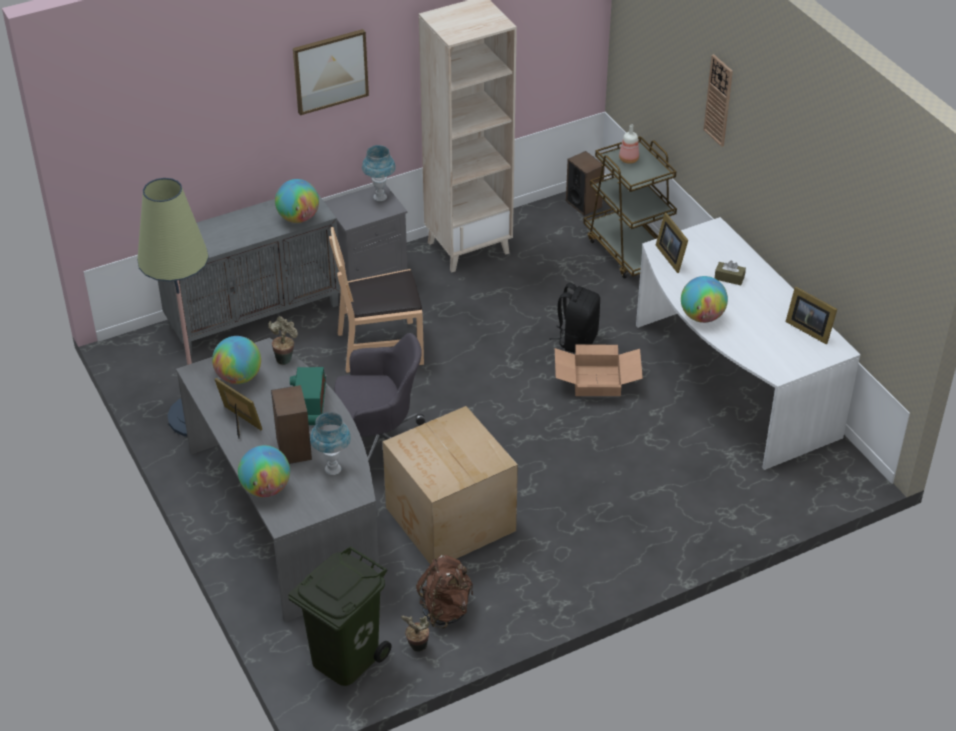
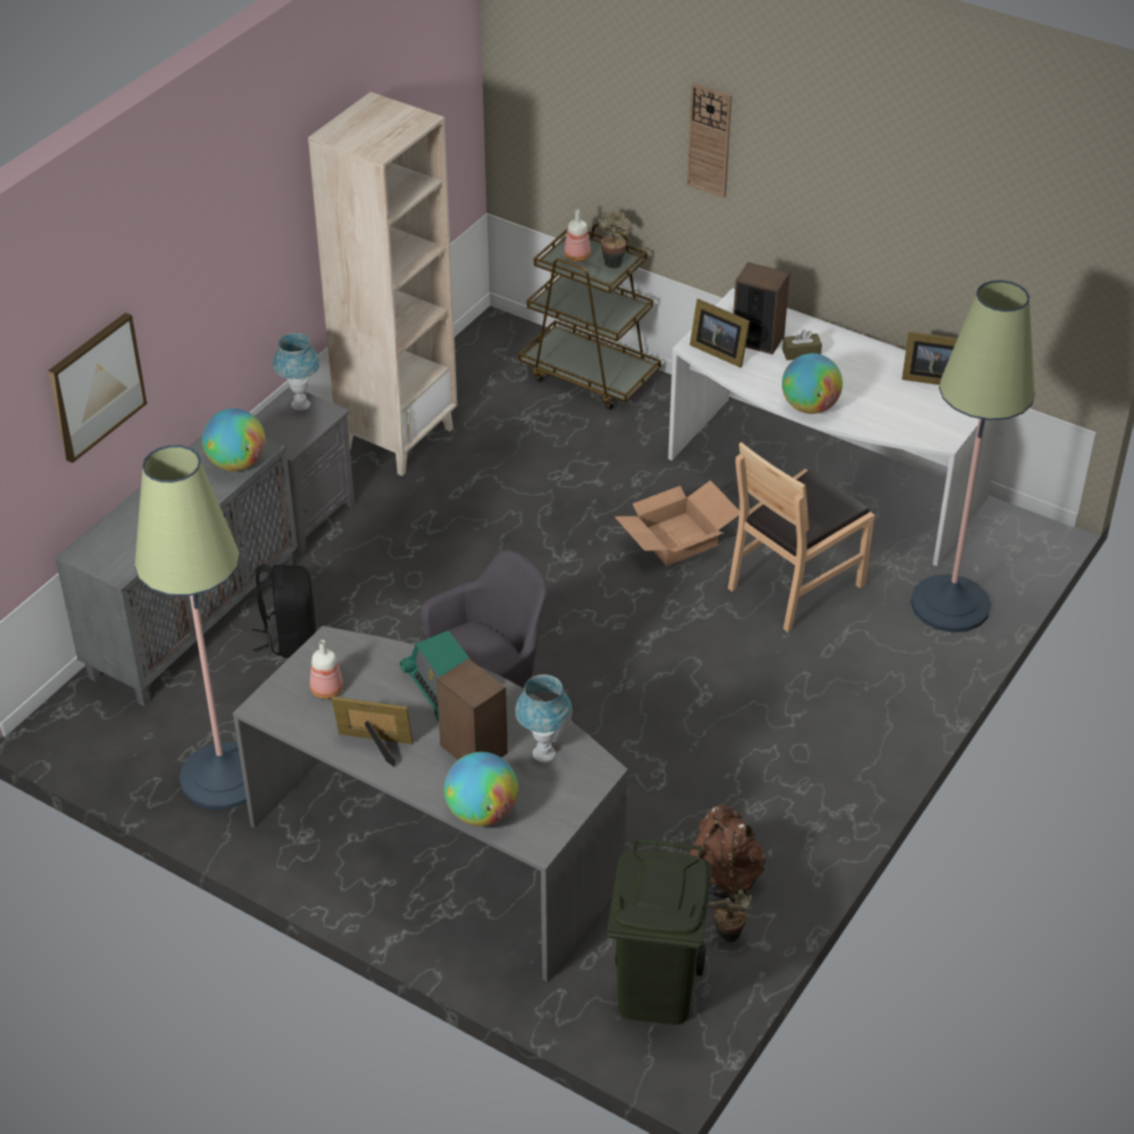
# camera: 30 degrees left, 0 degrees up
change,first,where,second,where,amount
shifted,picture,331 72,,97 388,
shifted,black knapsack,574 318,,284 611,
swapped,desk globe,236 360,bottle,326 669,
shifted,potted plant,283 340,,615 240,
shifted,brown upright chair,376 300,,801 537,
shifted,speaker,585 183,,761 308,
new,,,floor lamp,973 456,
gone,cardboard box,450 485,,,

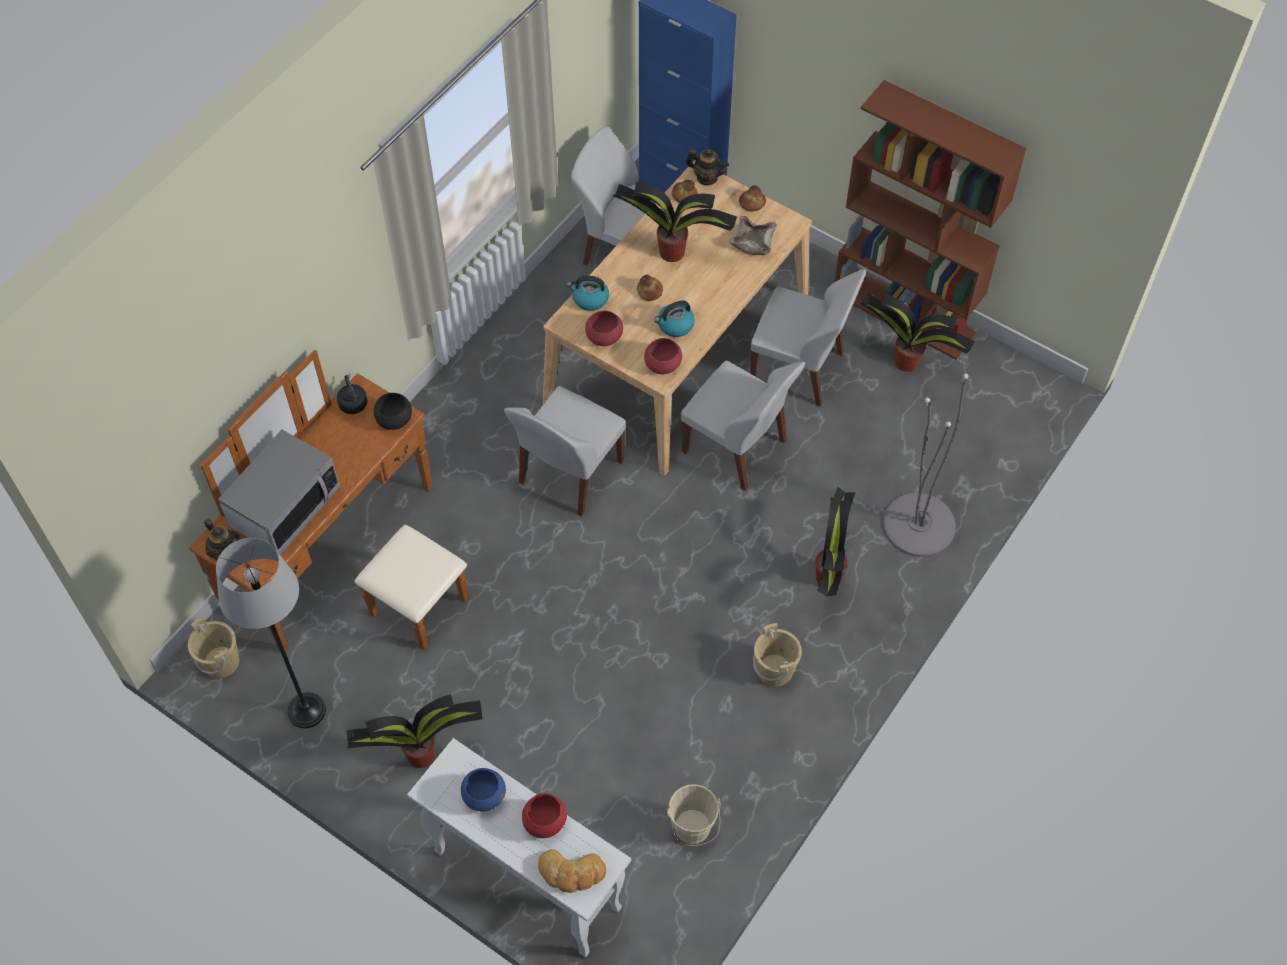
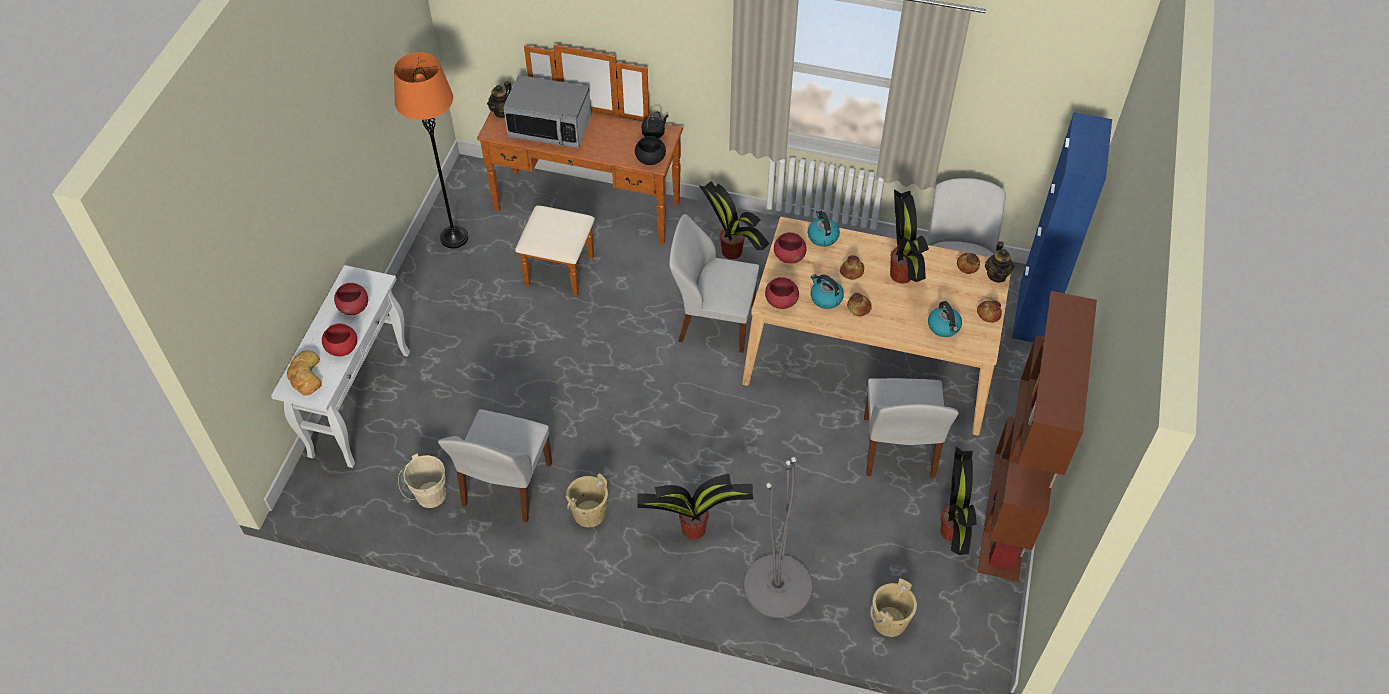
# camera: 70 degrees right, 5 degrees down
change,first,where,second,where,amount
repainted,bluish deep dish,483 789,red-coloured deep dish,351 299,
repainted,gray floor lamp,271 633,orange floor lamp,431 150,
shifted,whitish upright chair,743 426,,495 465,
shifted,potted plant,414 731,,734 220,
new,,,bread,859 304,
shifted,beige pail,213 647,,893 607,
swapped,beige deep dish,753 235,water kettle,945 319,

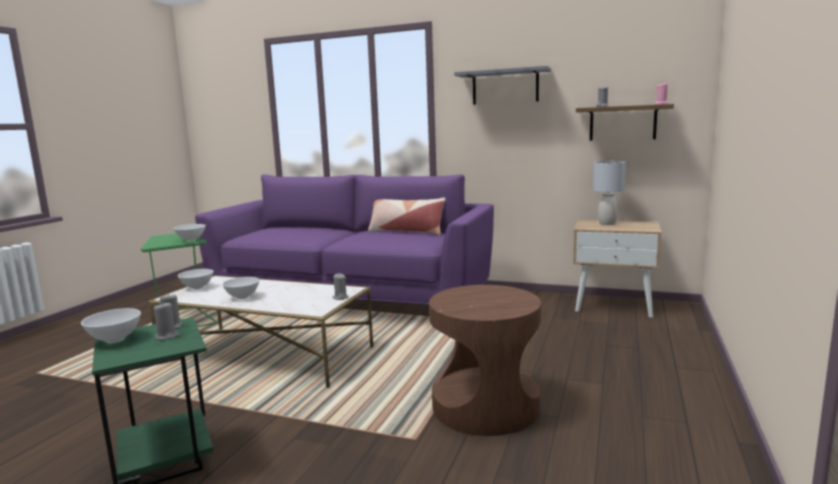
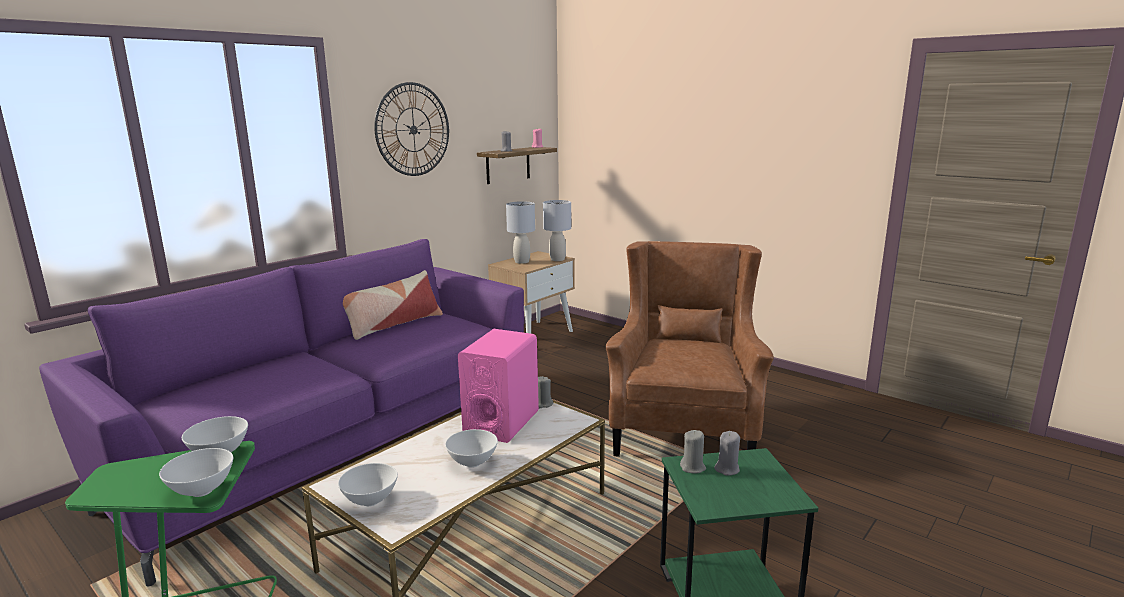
# camera: 70 degrees left, 5 degrees up
change,first,where,second,where,amount
shifted,whitish deep dish,111 325,,196 472,
swapped,gray wall shelf,502 85,hanging clock,411 129,
new,,,pinkish speaker,498 386,
new,,,gray table lamp,557 230,
swapped,brown end table,485 360,brown easy chair,689 349,

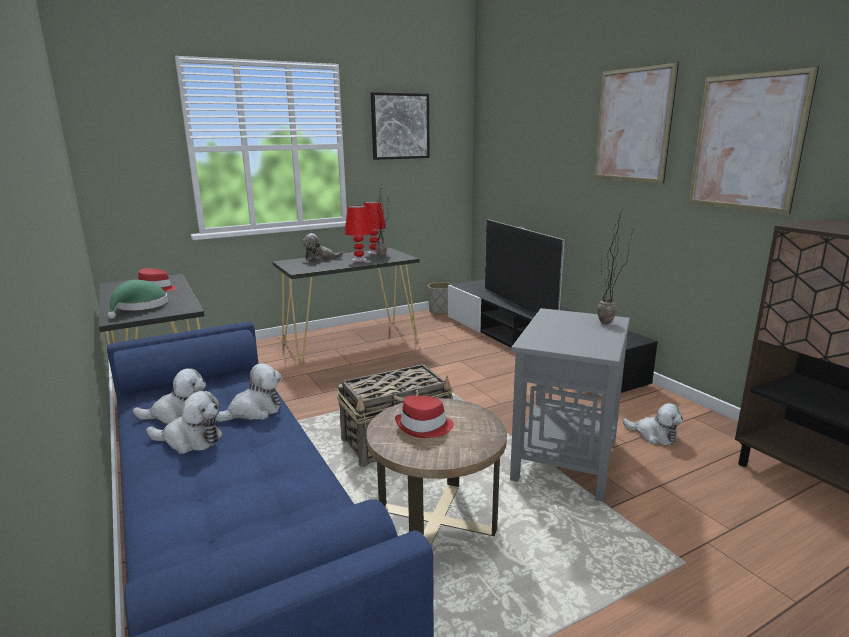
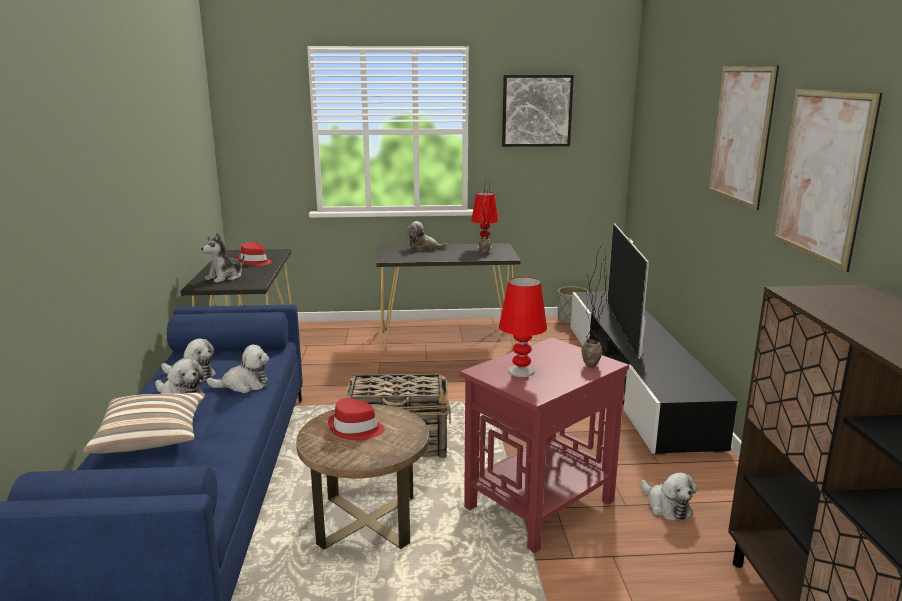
# camera: 25 degrees right, 0 degrees up
change,first,where,second,where,amount
new,,,pillow,144 423,
swapped,greenish hat,138 299,plush toy,223 257,
repainted,gray end table,570 405,red-coloured end table,544 445,
shifted,red-coloured table lamp,358 233,,523 327,

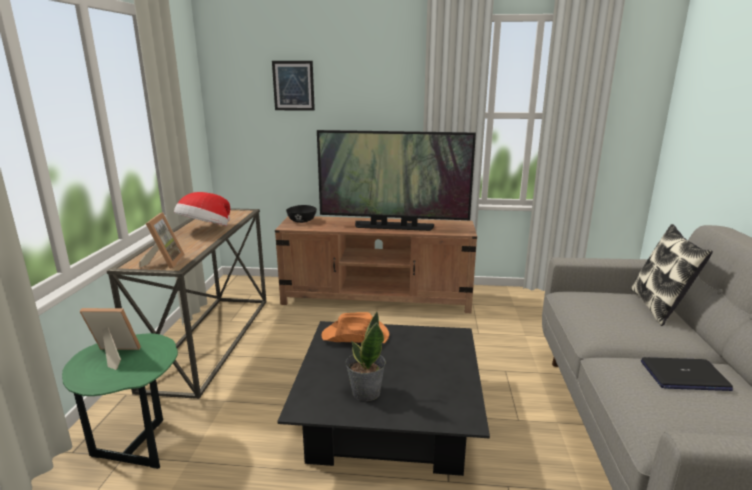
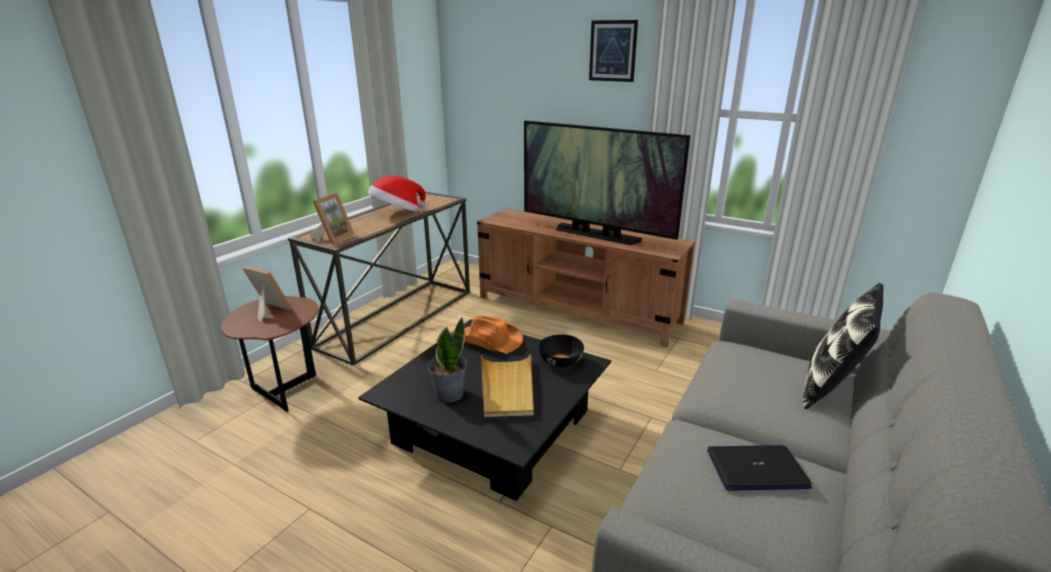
# camera: 25 degrees right, 5 degrees up
change,first,where,second,where,amount
repainted,greenish end table,120 401,brown end table,270 354,
new,,,beige carrying tray,507 385,
shifted,black deep dish,301 214,,561 351,
shifted,picture,293 86,,613 51,
rotated,portable computer,687 374,,759 468,150 degrees clockwise

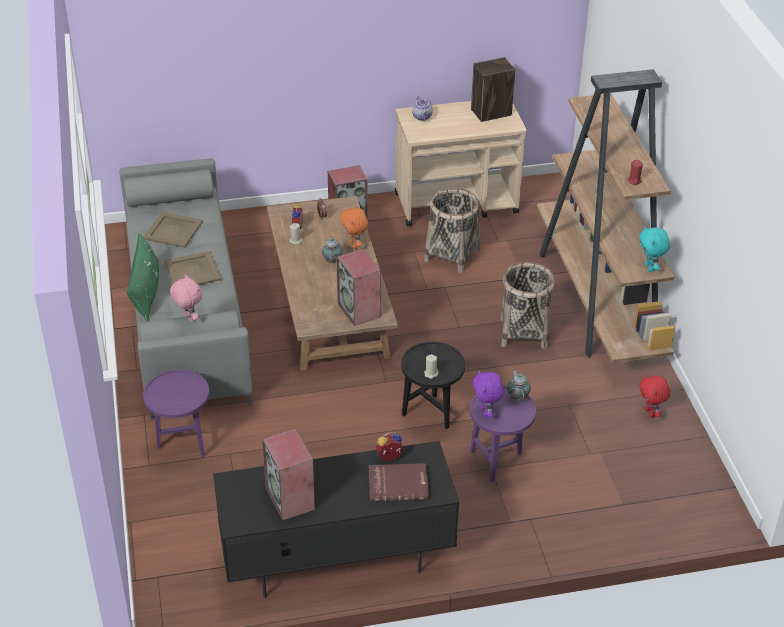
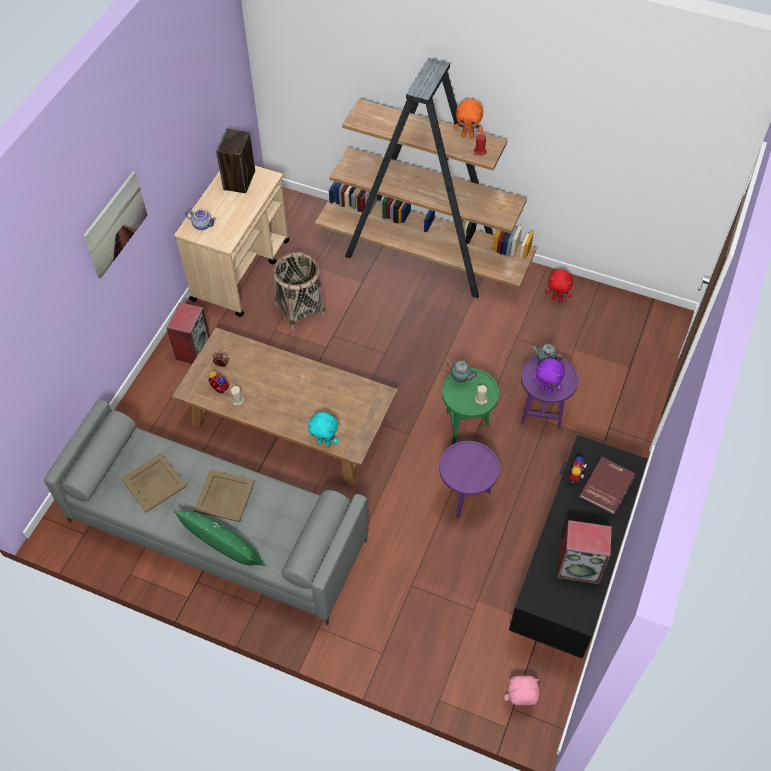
# camera: 55 degrees left, 15 degrees up
change,first,where,second,where,amount
new,,,picture,115 224,
shifted,turquoise plush toy,654 249,,323 429,
shifted,purplish end table,176 413,,469 480,
repainted,black end table,433 385,greenish end table,470 406,
shifted,teapot,332 249,,462 372,
shifted,orange plush toy,354 228,,468 118,
shifted,pinkish plush toy,186 298,,521 690,
gone,speaker,359 287,,,
gone,storage basket,527 305,,,

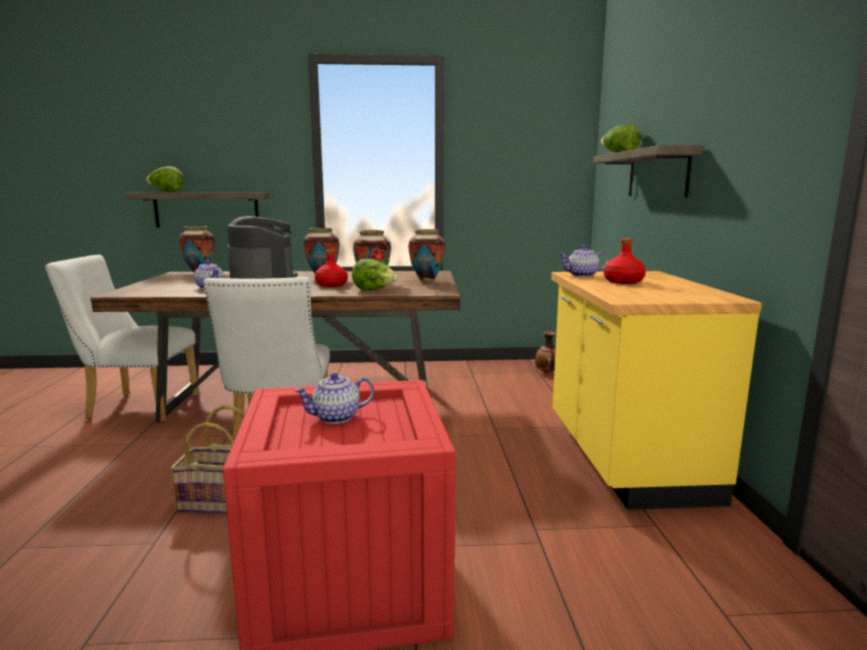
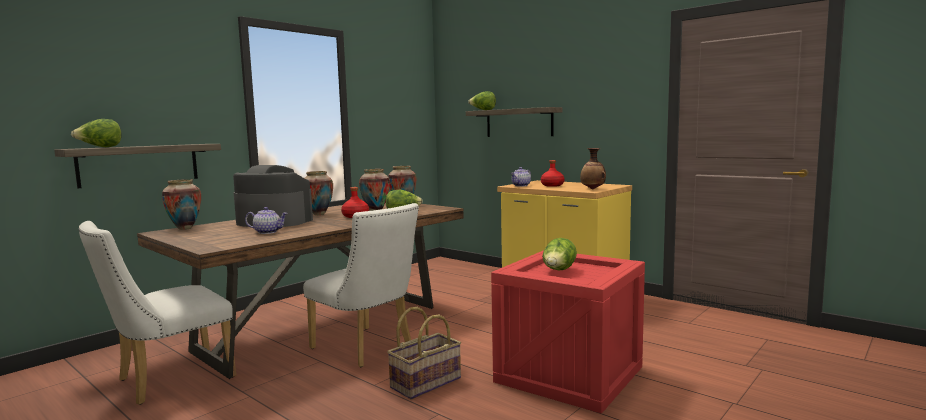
# camera: 45 degrees left, 5 degrees down
change,first,where,second,where,amount
swapped,teapot,334 398,lettuce,559 254,
shifted,decorative vase,545 352,,593 168,

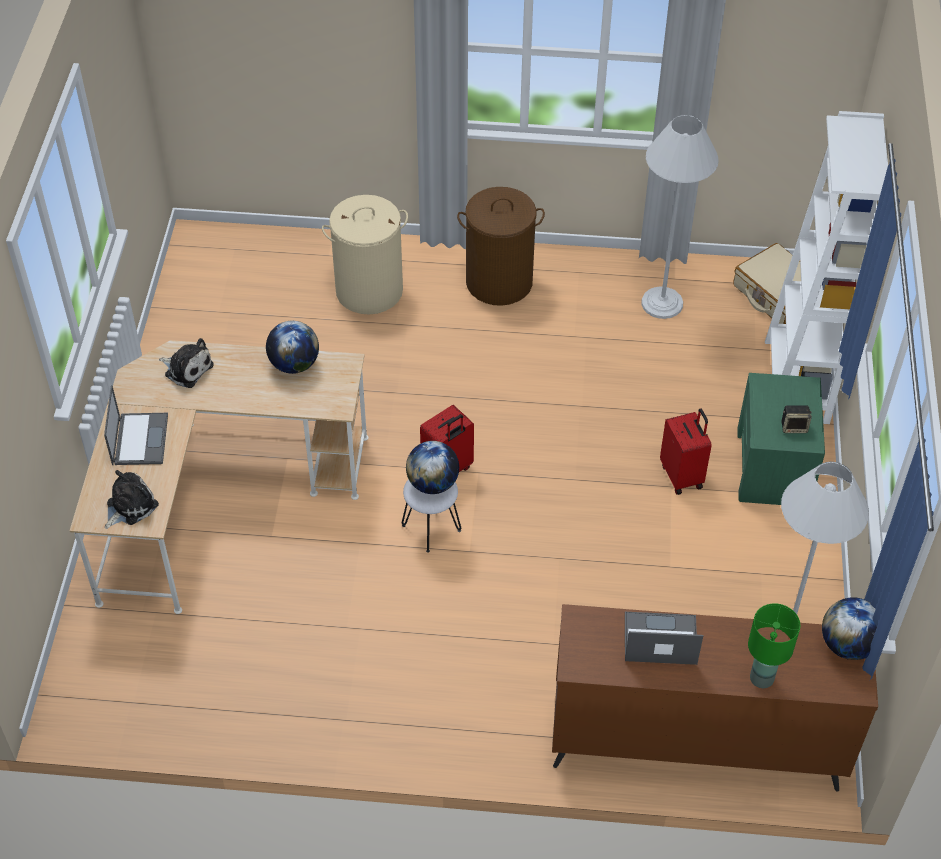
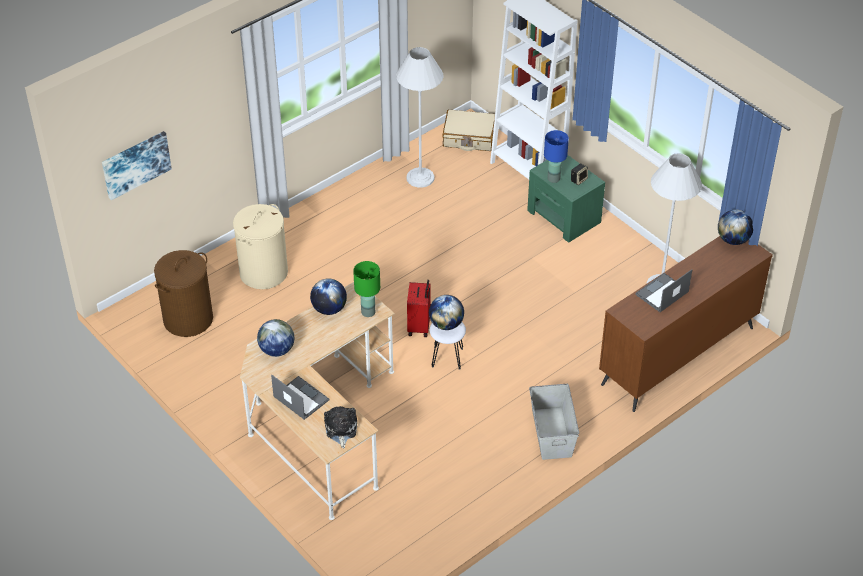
# camera: 45 degrees left, 5 degrees down
change,first,where,second,where,amount
new,,,picture,137 165,
shifted,brown hamper,501 246,,183 293,
swapped,plush toy,186 363,desk globe,275 338,
shifted,greenish table lamp,774 645,,366 289,
new,,,gray storage container,554 422,
new,,,bluish table lamp,556 156,
gone,red-coloured suitcase,686 451,,,

